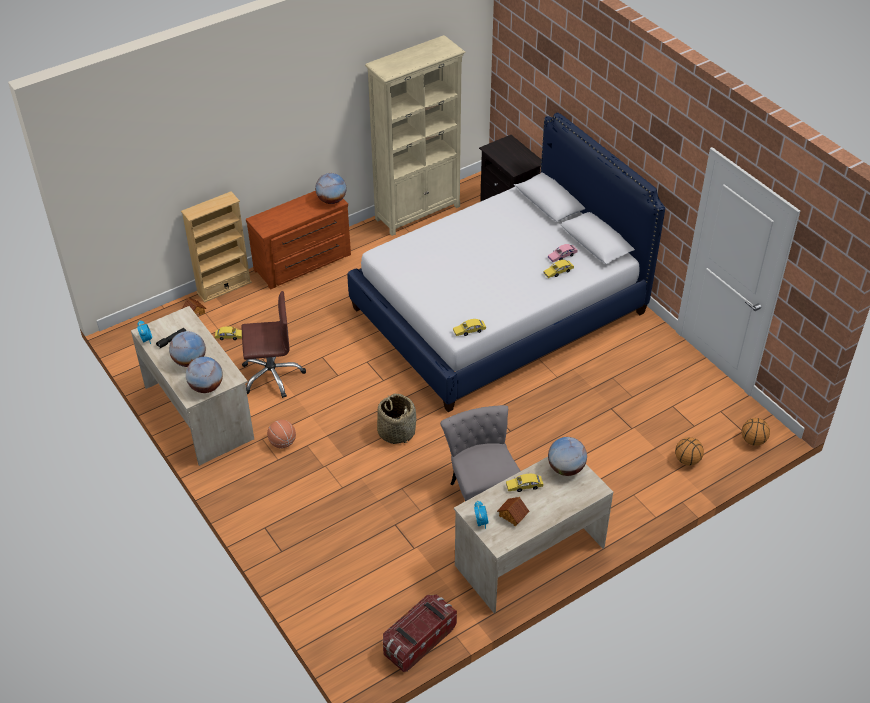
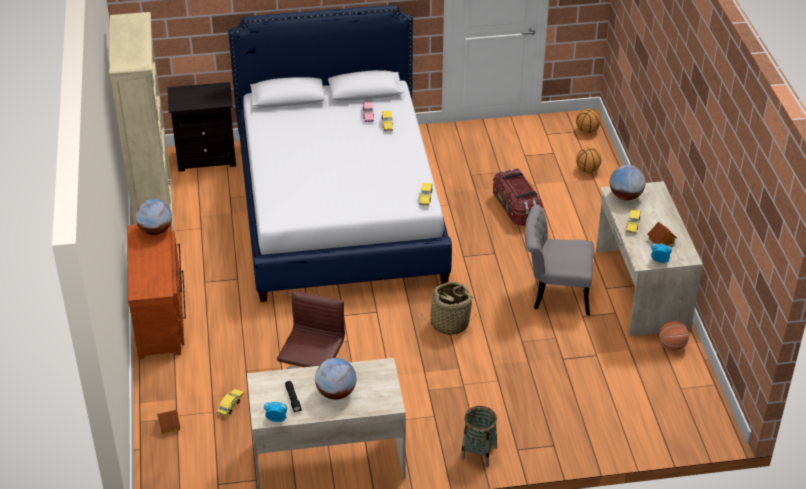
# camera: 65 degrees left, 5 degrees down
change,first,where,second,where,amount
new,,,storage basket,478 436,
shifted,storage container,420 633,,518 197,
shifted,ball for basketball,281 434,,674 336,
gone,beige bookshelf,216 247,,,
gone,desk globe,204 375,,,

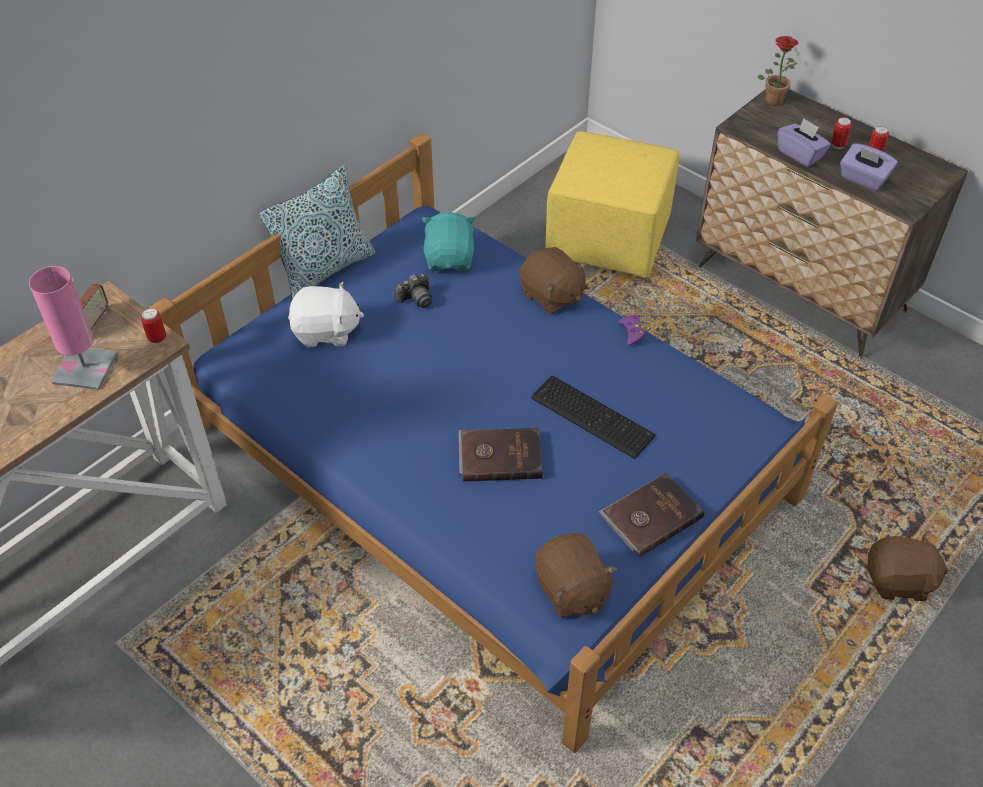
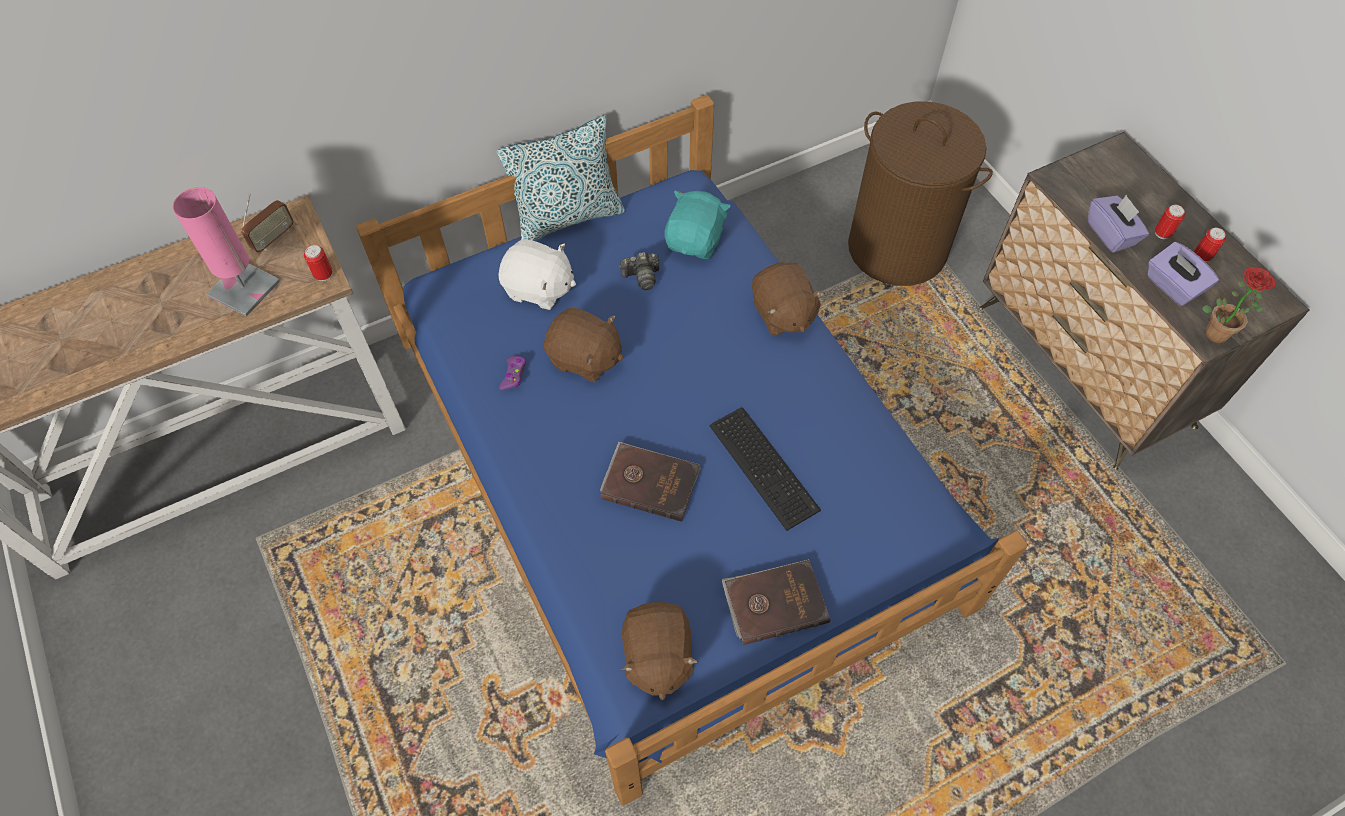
# camera: 20 degrees right, 10 degrees up
change,first,where,second,where,amount
shifted,purplish gamepad,632 330,,512 373,
shifted,brown plush toy,907 567,,584 345,
swapped,yellowish ottoman,612 204,brown hamper,920 193,
shifted,potted plant,778 71,,1239 305,

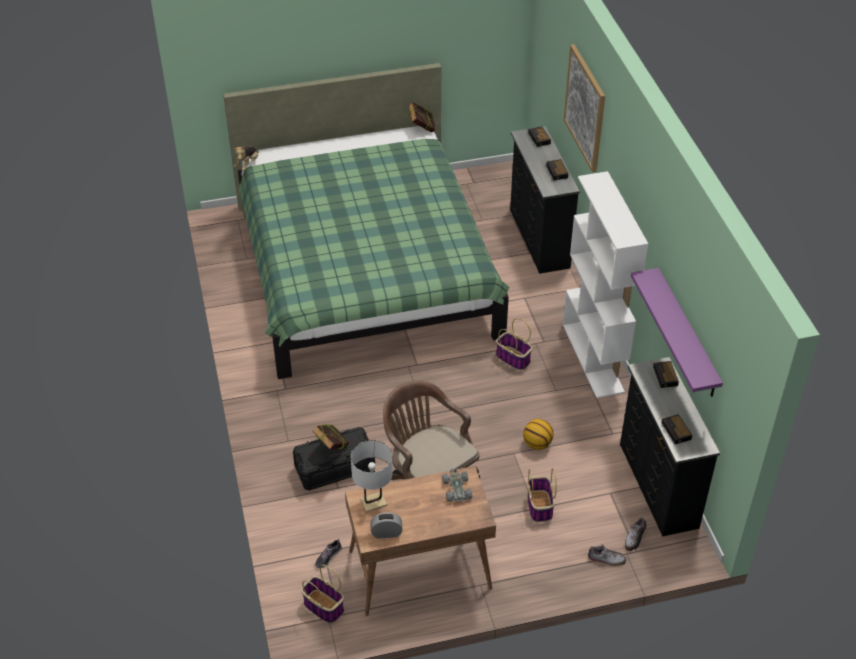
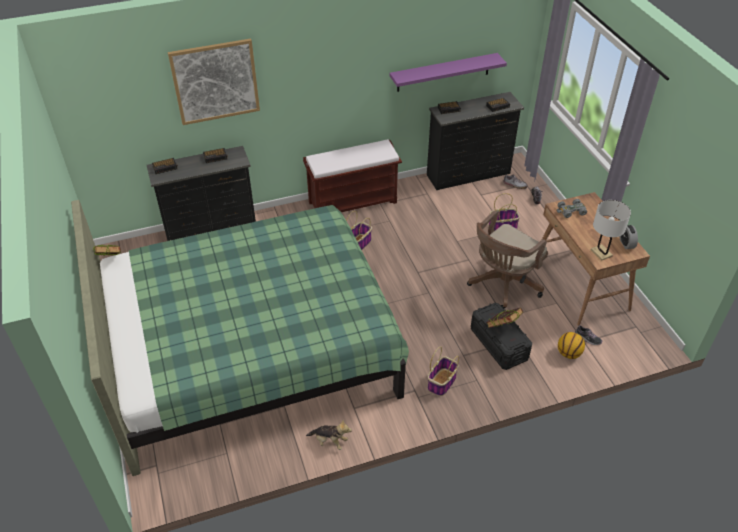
# camera: 95 degrees left, 0 degrees up
change,first,where,second,where,amount
swapped,whitish bookshelf,605 284,brown bench,352 175,
shifted,plush toy,246 158,,329 434,
shifted,storage basket,322 594,,443 371,
shifted,ball for basketball,538 434,,571 345,

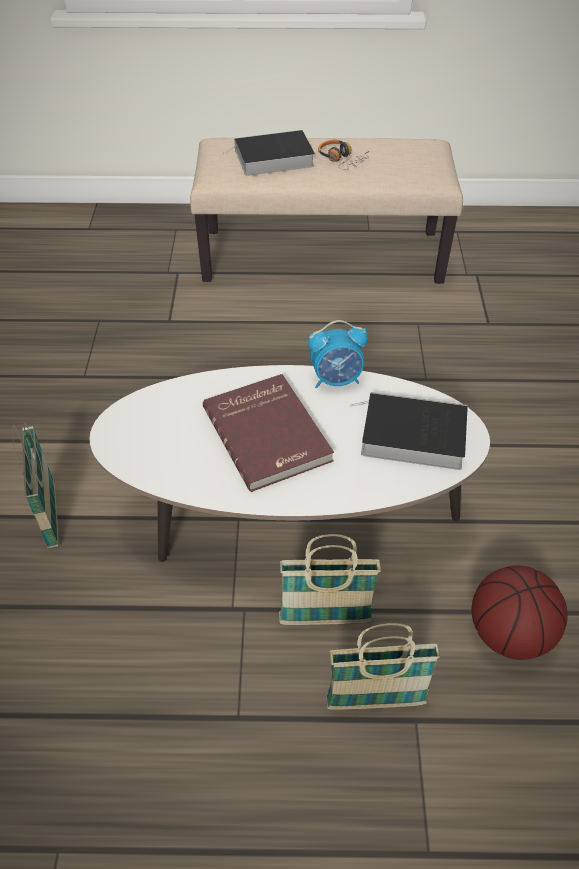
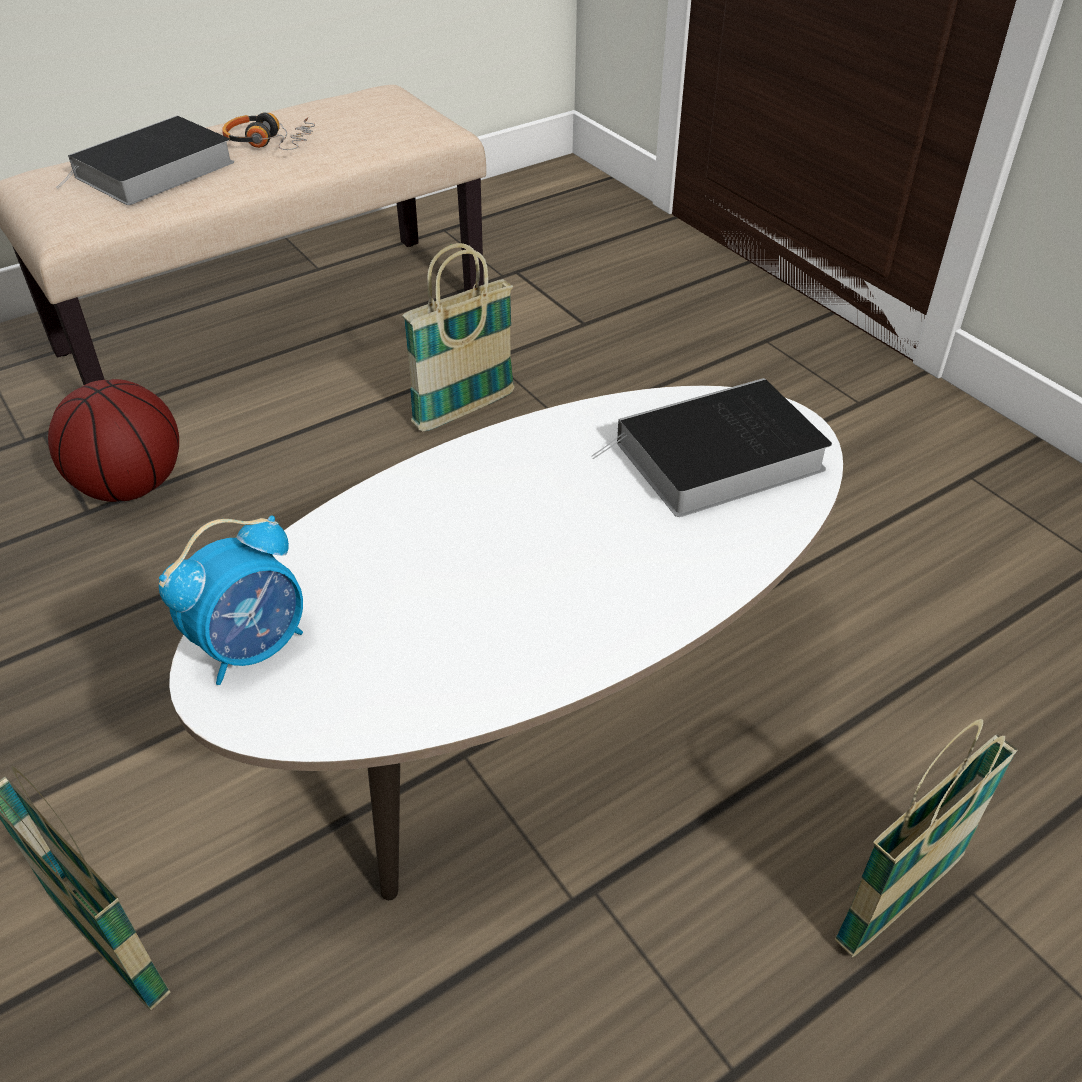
# camera: 35 degrees left, 5 degrees down
change,first,where,second,where,amount
shifted,ball for basketball,520 612,,113 440,
shifted,alarm clock,338 354,,231 600,
shifted,storage basket,330 579,,458 337,
gone,red-coloured book,268 433,,,

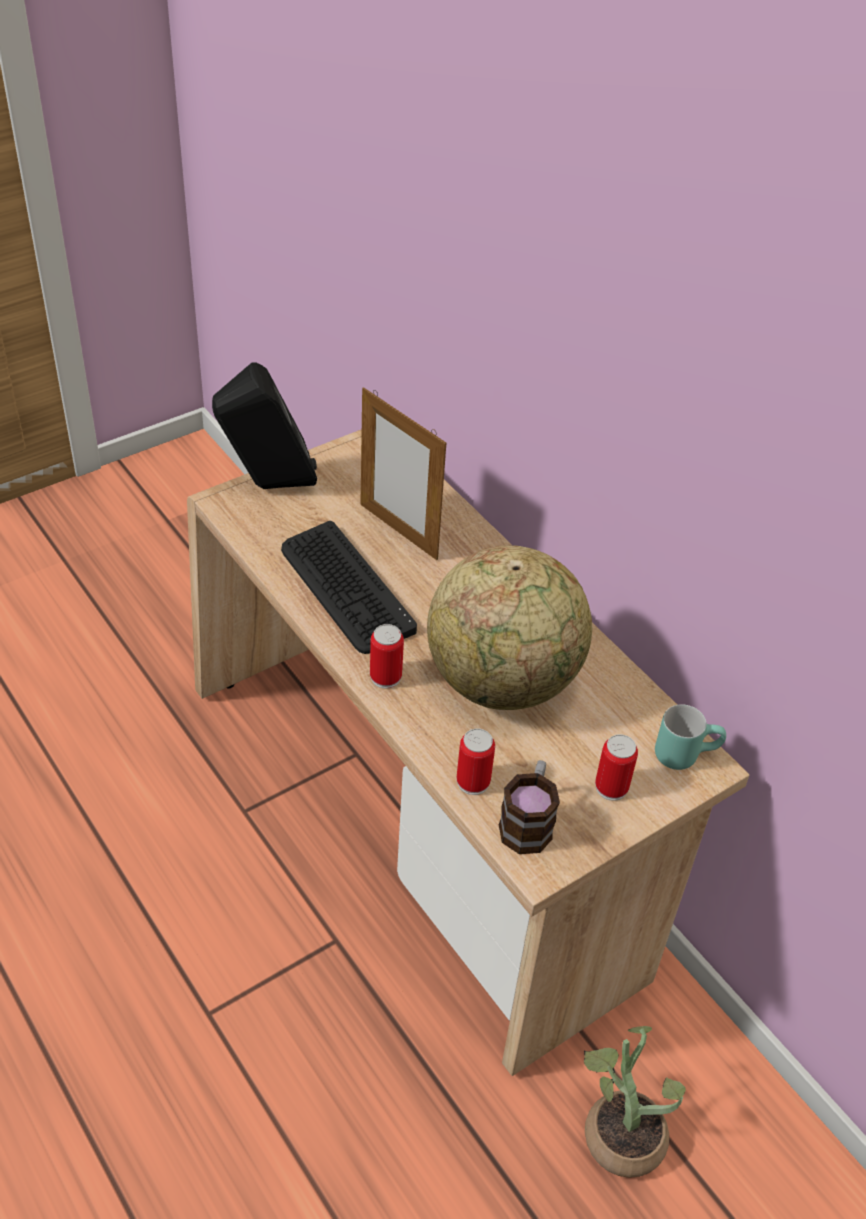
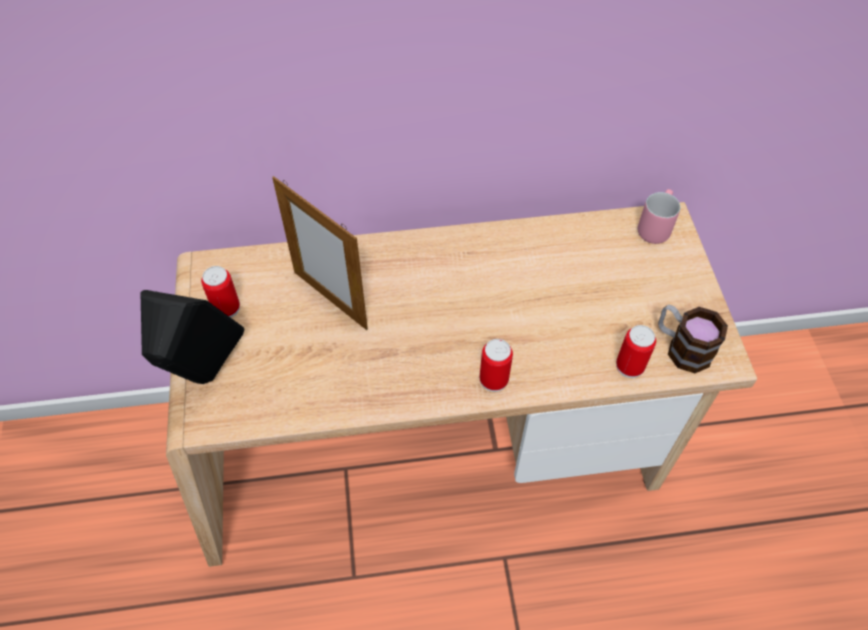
# camera: 60 degrees left, 10 degrees up
change,first,where,second,where,amount
shifted,metal can,616 767,,220 292,
rotated,photo frame,403 473,,320 253,60 degrees clockwise
repainted,turquoise coffee mug,690 737,pinkish coffee mug,659 216,
gone,PC keyboard,349 587,,,
gone,desk globe,509 627,,,
gone,potted plant,635 1102,,,

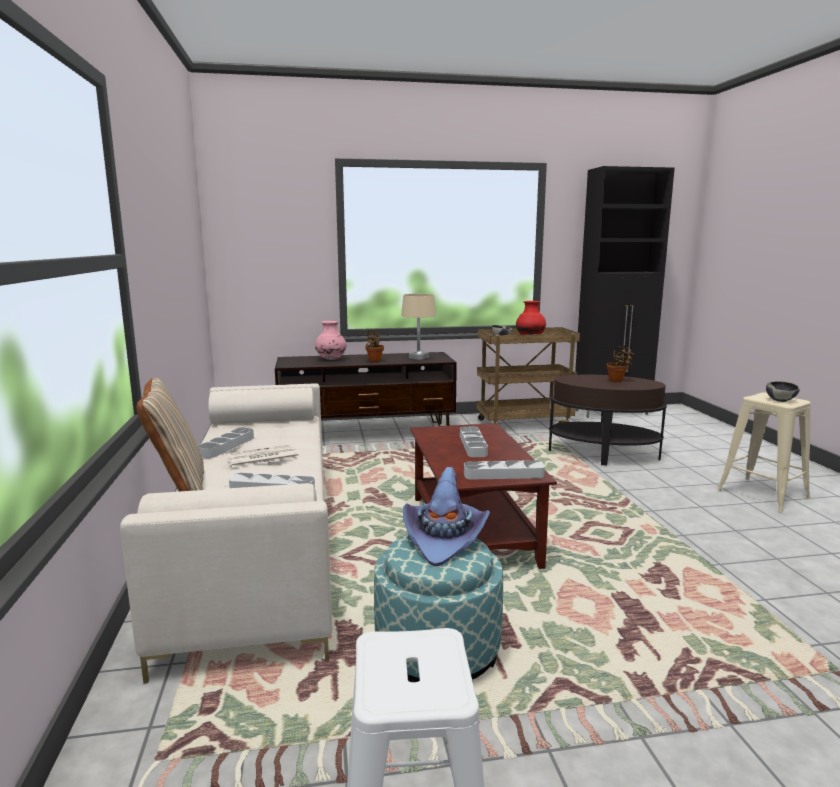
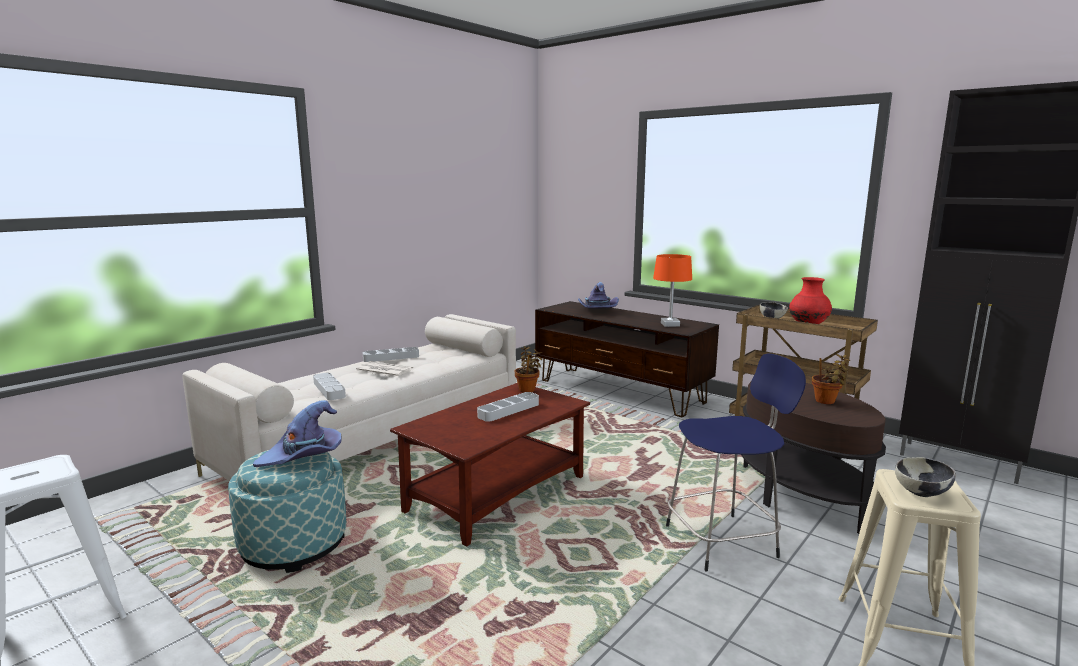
# camera: 50 degrees right, 0 degrees up
change,first,where,second,where,amount
shifted,potted plant,374 345,,528 369,
swapped,pinkish decorative vase,331 340,purplish hat,598 295,
repainted,beige table lamp,418 327,orange table lamp,672 290,
new,,,bluish stool seat,736 462,
gone,beige pillow,170 434,,,
gone,gray carrying tray,504 470,,,

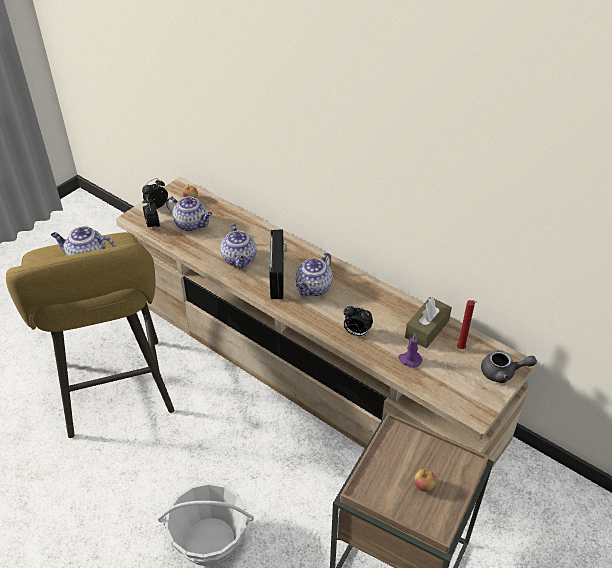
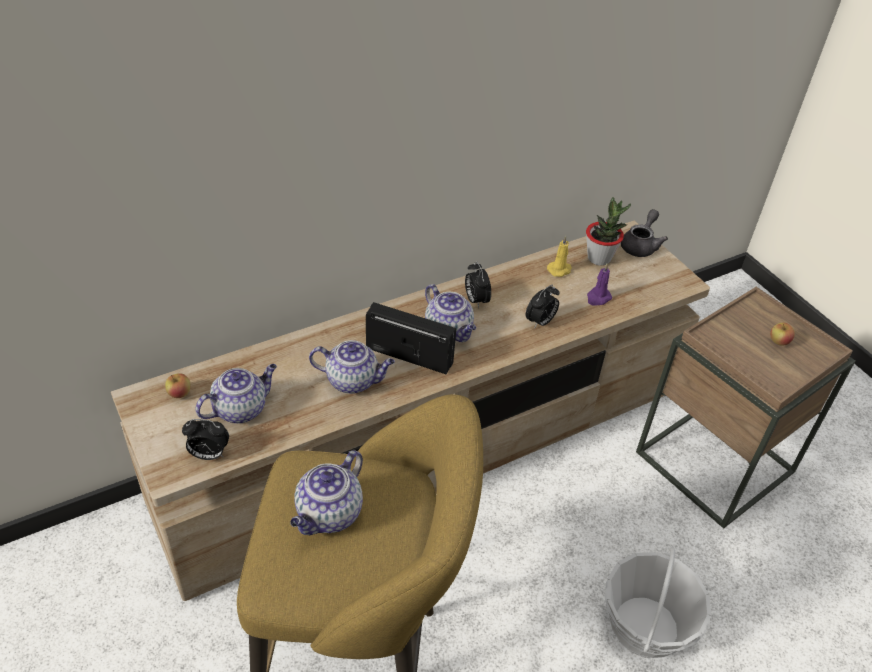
# camera: 70 degrees left, 0 degrees up
change,first,where,second,where,amount
shifted,alarm clock,155 193,,478 284,
swapped,brown box of tissues,428 322,yellowish wax candle,559 256,
swapped,red-coloured wax candle,467 324,potted plant,608 231,

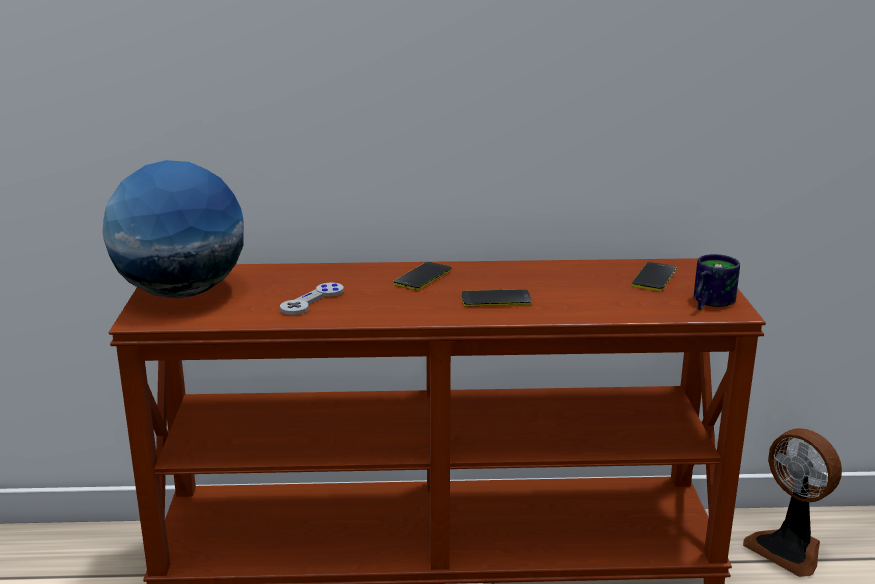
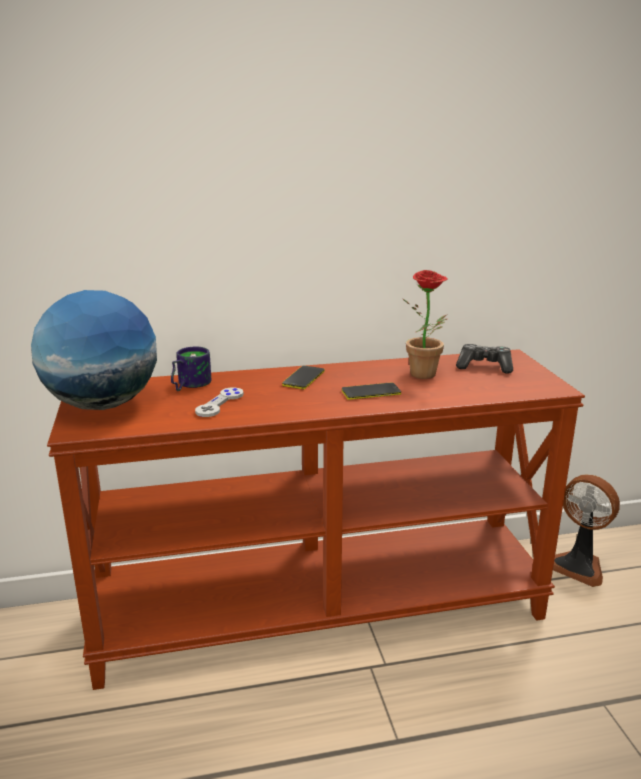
# camera: 10 degrees left, 0 degrees up
change,first,where,second,where,amount
shifted,coffee mug,717 282,,191 369,
new,,,potted plant,425 324,
swapped,telephone,654 276,gamepad,484 359,

